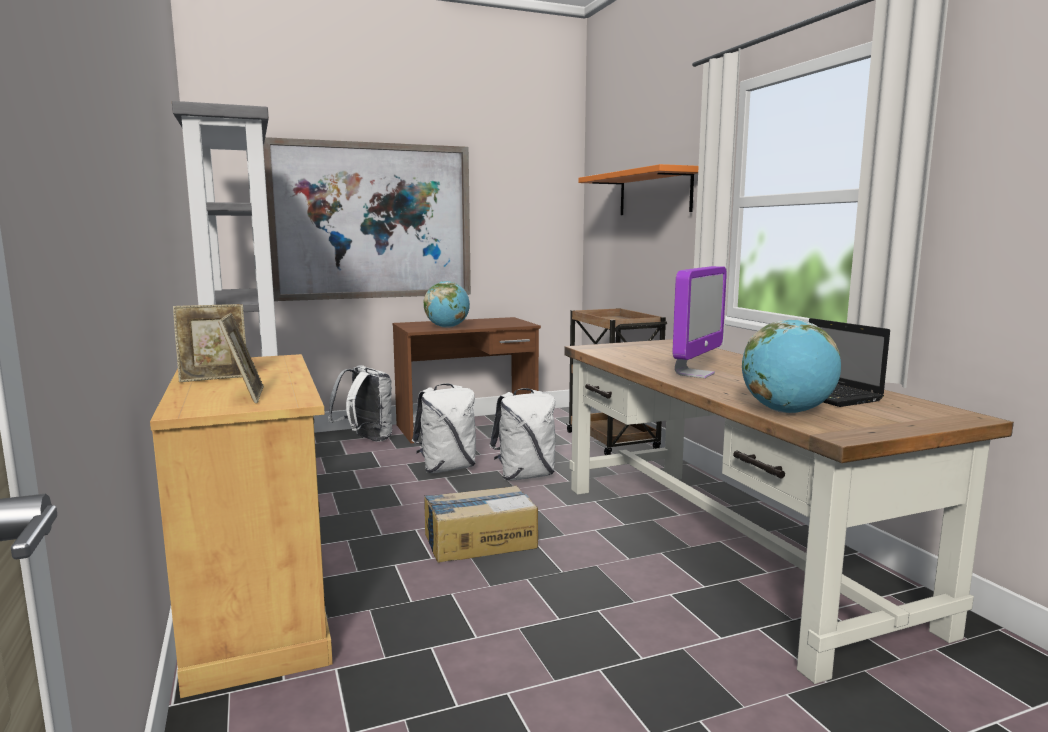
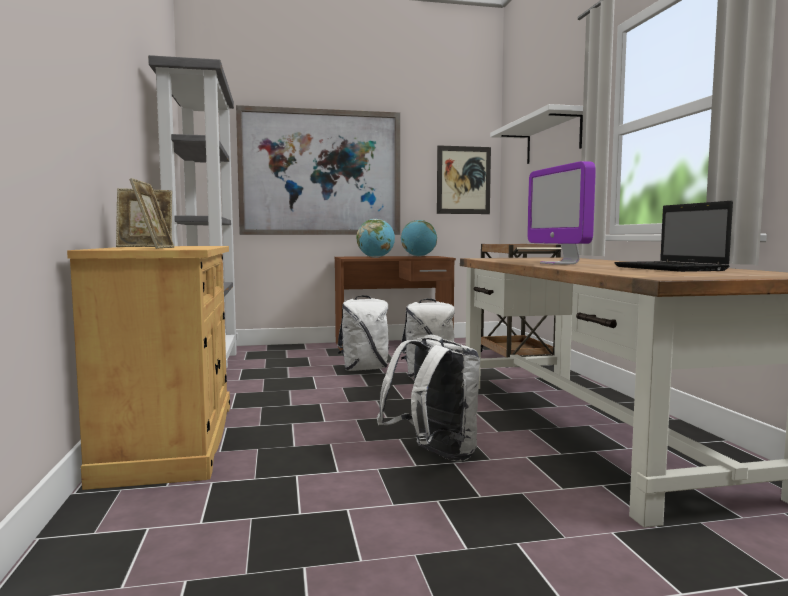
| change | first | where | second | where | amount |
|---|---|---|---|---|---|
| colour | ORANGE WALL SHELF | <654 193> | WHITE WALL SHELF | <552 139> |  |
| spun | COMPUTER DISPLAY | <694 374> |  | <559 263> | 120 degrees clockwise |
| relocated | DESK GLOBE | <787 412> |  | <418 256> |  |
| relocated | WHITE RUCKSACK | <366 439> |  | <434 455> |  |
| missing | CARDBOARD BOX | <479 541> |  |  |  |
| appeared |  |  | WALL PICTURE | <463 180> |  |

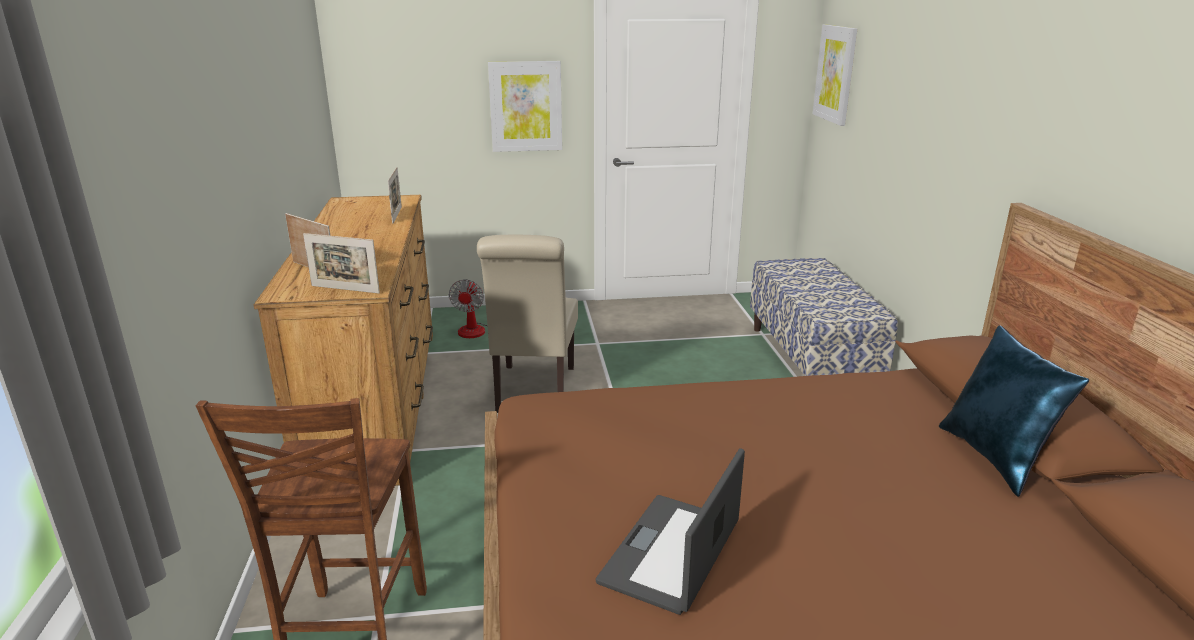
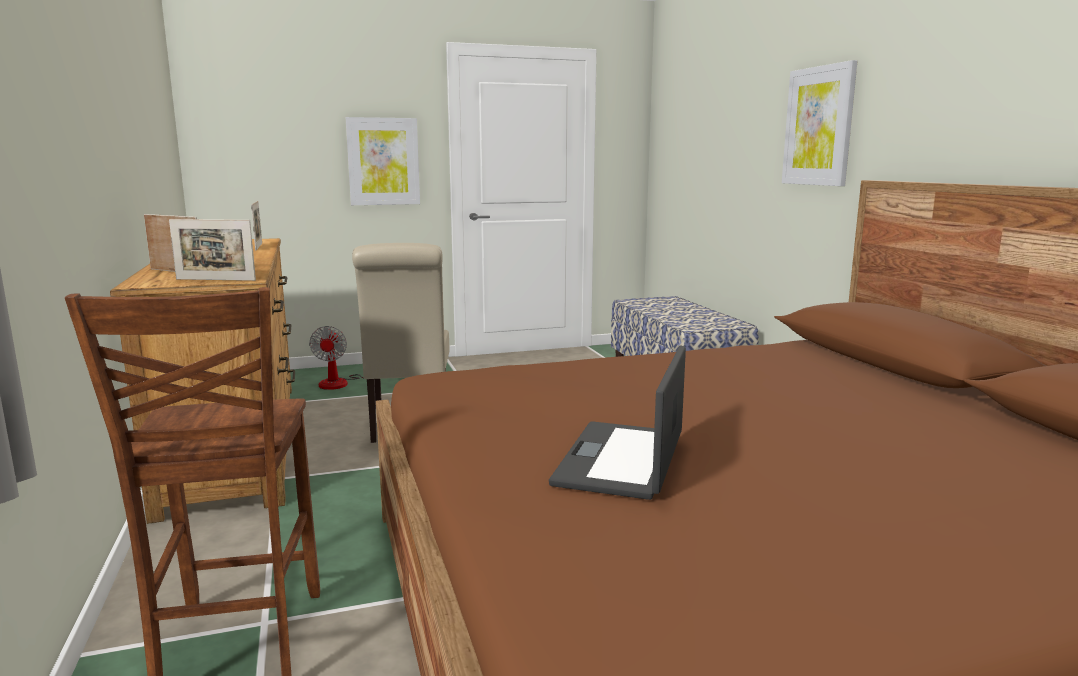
| change | first | where | second | where | amount |
|---|---|---|---|---|---|
| relocated | WALL PICTURE | <835 74> |  | <819 126> |  |
| missing | BLUE THROW PILLOW | <995 458> |  |  |  |

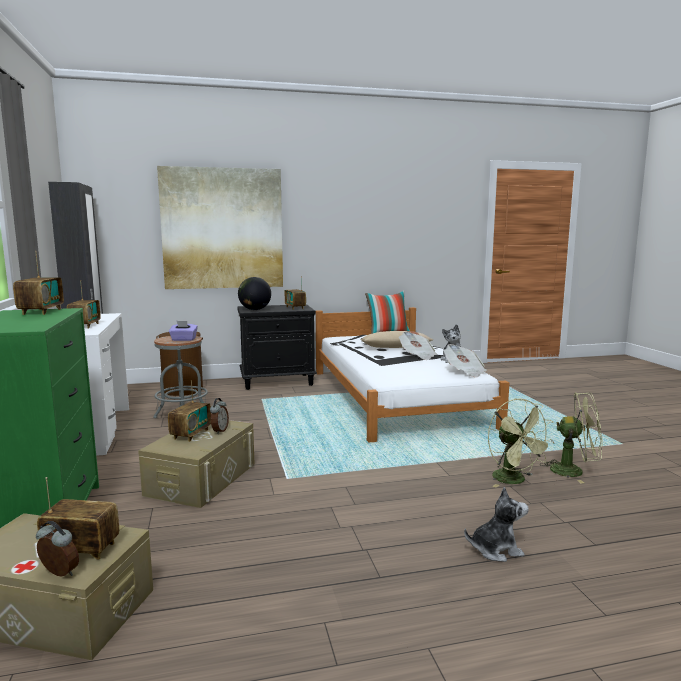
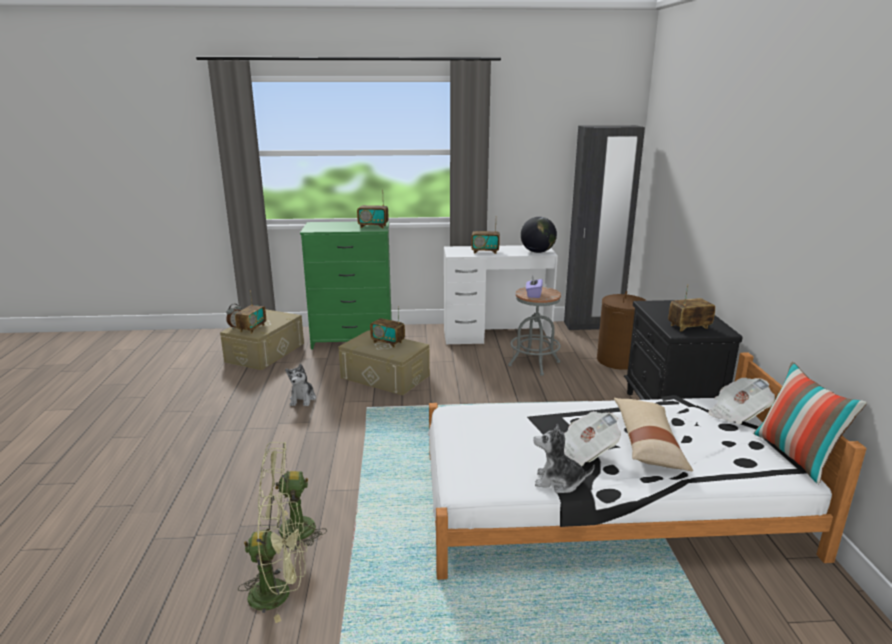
| change | first | where | second | where | amount |
|---|---|---|---|---|---|
| missing | WALL PICTURE | <222 229> |  |  |  |
| relocated | DESK GLOBE | <255 310> |  | <537 252> |  |
| relocated | NEWSPAPER | <464 372> |  | <737 414> |  |
| spun | GREEN COOLING FAN | <574 471> |  | <279 593> | 120 degrees counterclockwise |
| missing | BEDSIDE CLOCK | <219 431> |  |  |  |
| relocated | SOFT TOY | <495 550> |  | <303 399> |  |

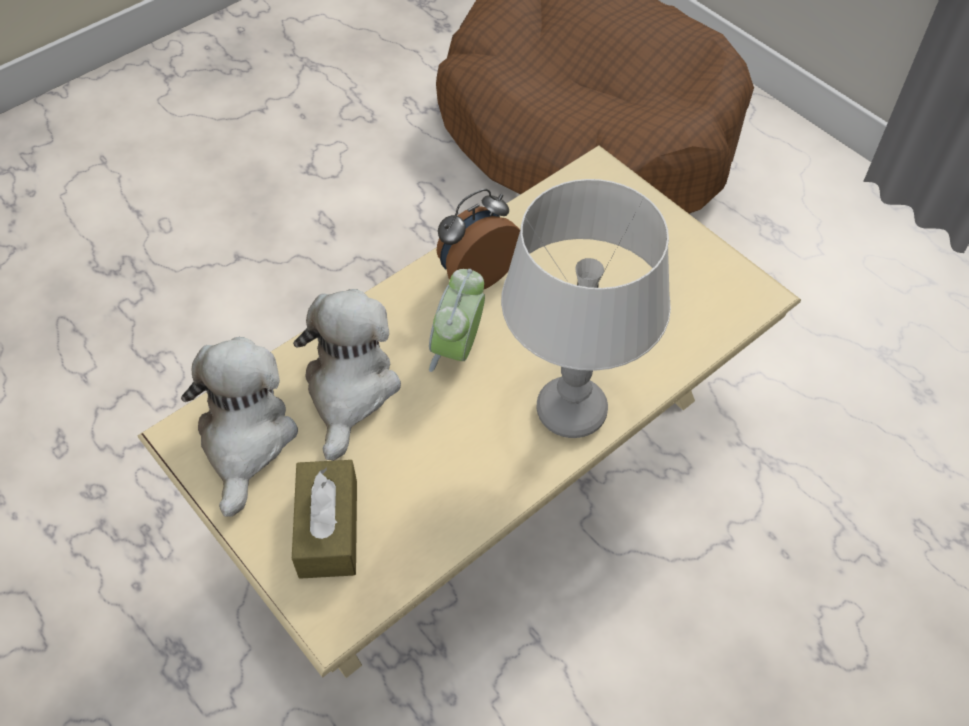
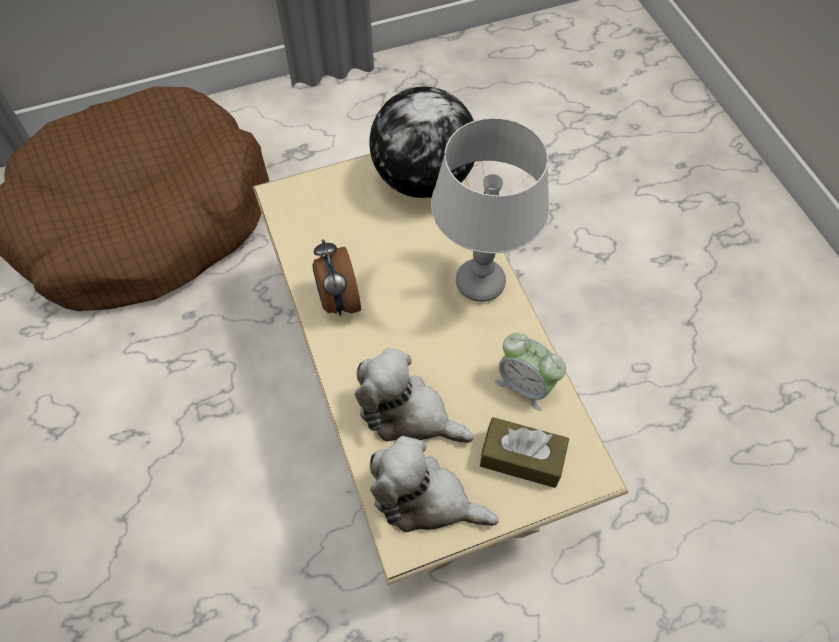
| change | first | where | second | where | amount |
|---|---|---|---|---|---|
| relocated | BEDSIDE CLOCK | <458 348> |  | <525 385> |  |
| appeared |  |  | DESK GLOBE | <424 179> |  |

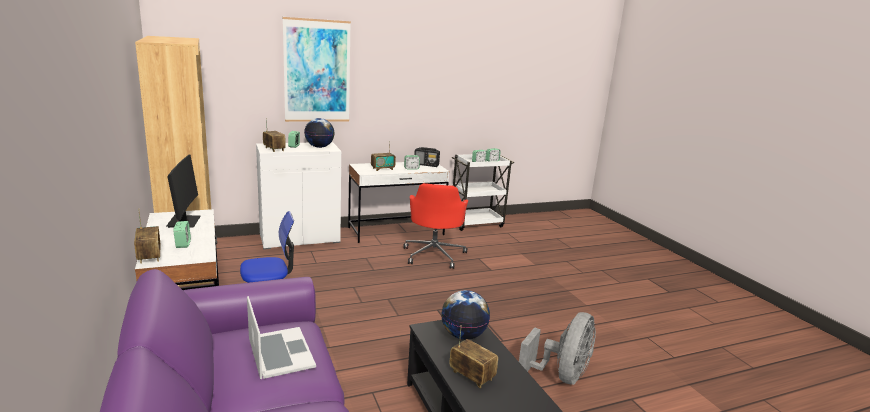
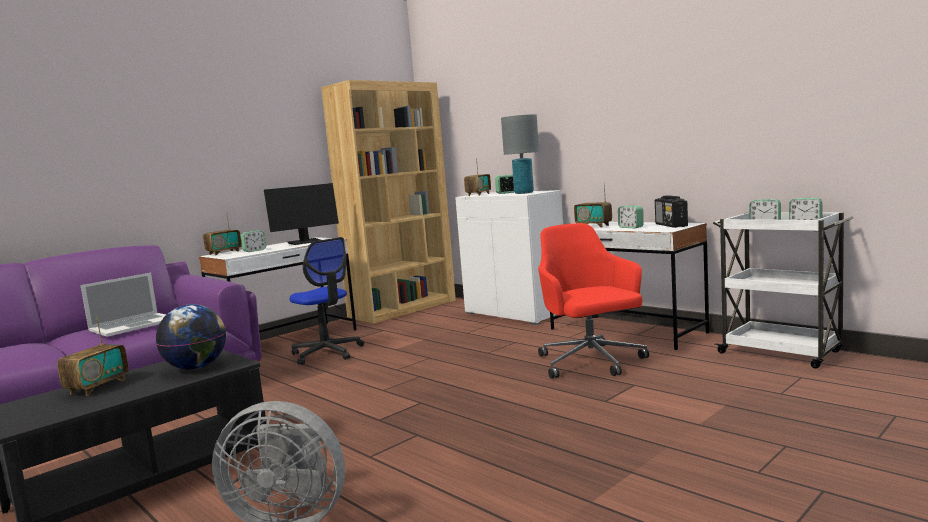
| change | first | where | second | where | amount |
|---|---|---|---|---|---|
| missing | WALL PICTURE | <317 71> |  |  |  |
| exchanged | DESK GLOBE | <319 147> | GREYISH TABLETOP LAMP | <524 193> |  |
| spun | RED-COLOURED OFFICE CHAIR | <434 254> |  | <591 362> | 90 degrees clockwise |

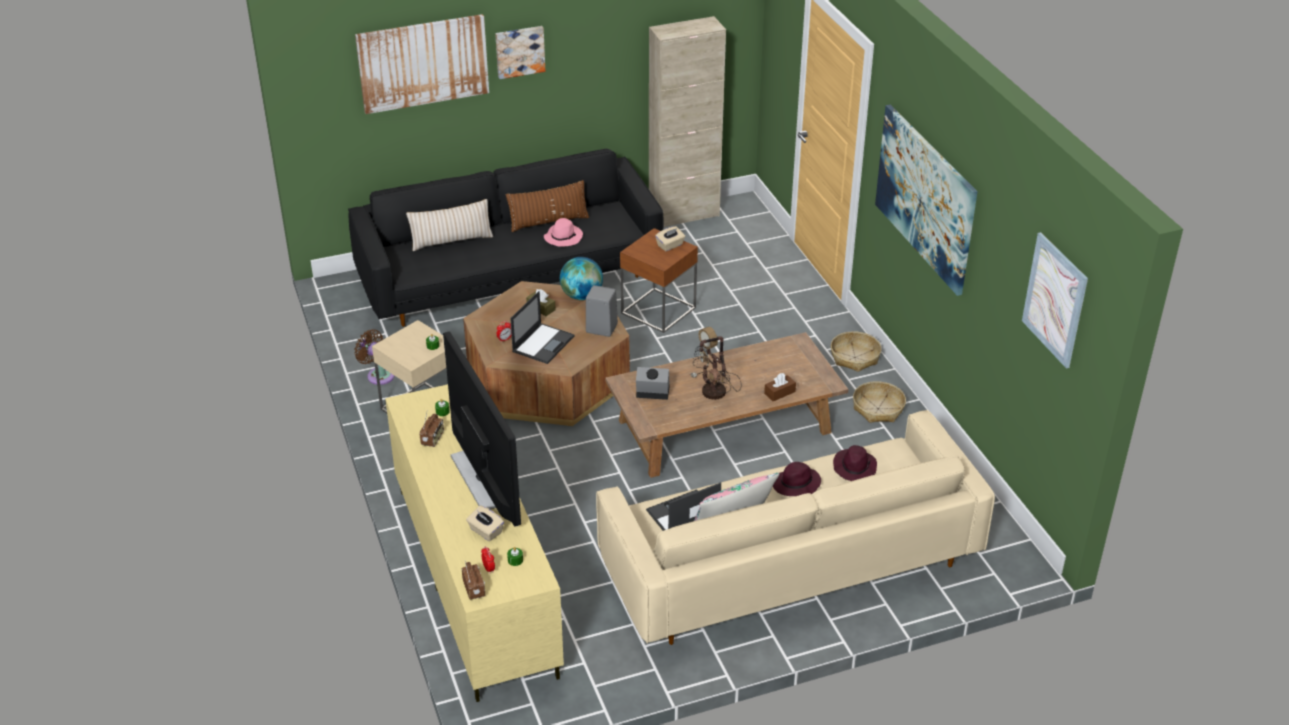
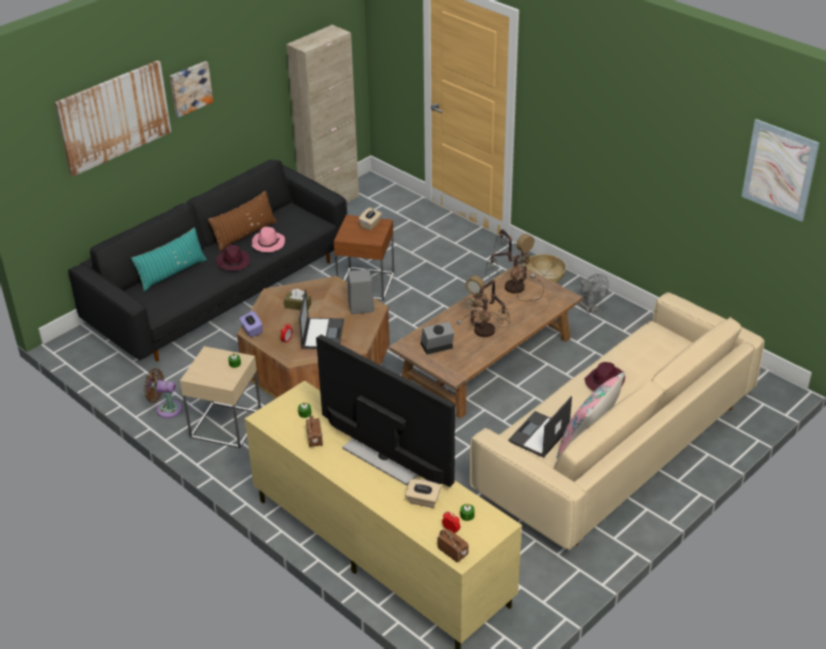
| change | first | where | second | where | amount |
|---|---|---|---|---|---|
| missing | WALL PICTURE | <925 197> |  |  |  |
| colour | SAND-COLOURED THROW PILLOW | <451 241> | TURQUOISE-COLOURED THROW PILLOW | <172 273> |  |
| missing | DESK GLOBE | <582 296> |  |  |  |
| missing | BROWNISH BOX OF TISSUES | <779 393> |  |  |  |
| exchanged | STORAGE BASKET | <878 408> | GREYISH COOLING FAN | <590 309> |  |
| relocated | PURPLE-COLOURED CLOTHING HAT | <854 467> |  | <233 262> |  |
| appeared |  |  | TABLETOP LAMP | <513 287> |  |
| appeared |  |  | PURPLE-COLOURED BOX OF TISSUES | <251 330> |  |

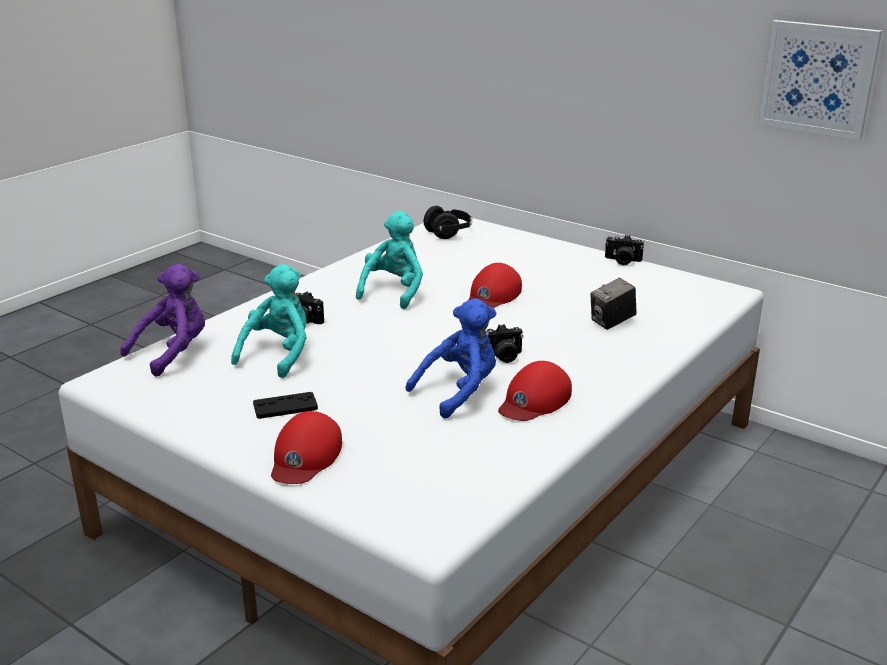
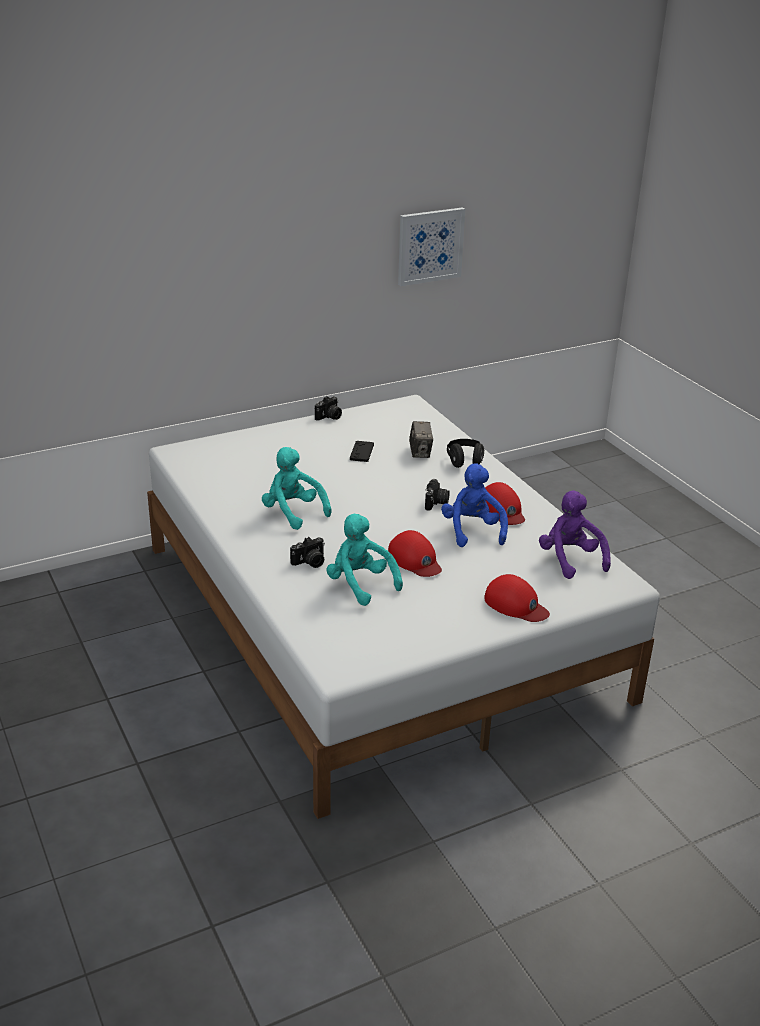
| change | first | where | second | where | amount |
|---|---|---|---|---|---|
| relocated | BLACK-COLOURED HEADSET | <448 233> |  | <465 461> |  |
| relocated | RED-COLOURED CAP | <493 295> |  | <415 560> |  |
| relocated | PURPLE-COLOURED SOFT TOY | <173 353> |  | <570 559> |  |
| relocated | BLACK-COLOURED JOYPAD | <285 406> |  | <361 452> |  |

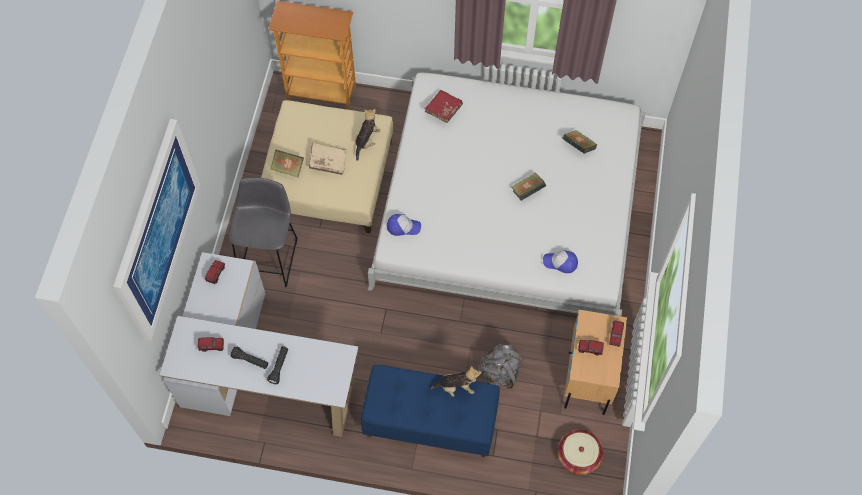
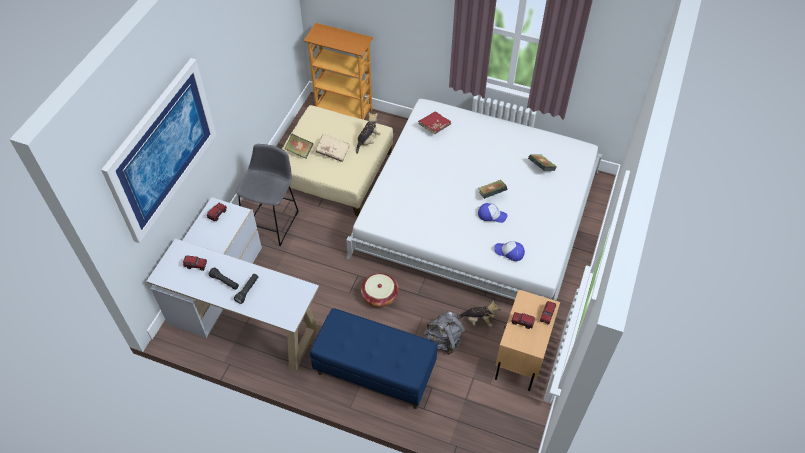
| change | first | where | second | where | amount |
|---|---|---|---|---|---|
| relocated | CAP | <403 227> |  | <491 215> |  |
| relocated | SOFT TOY | <456 387> |  | <478 320> |  |
| relocated | STORAGE BASKET | <578 456> |  | <379 295> |  |

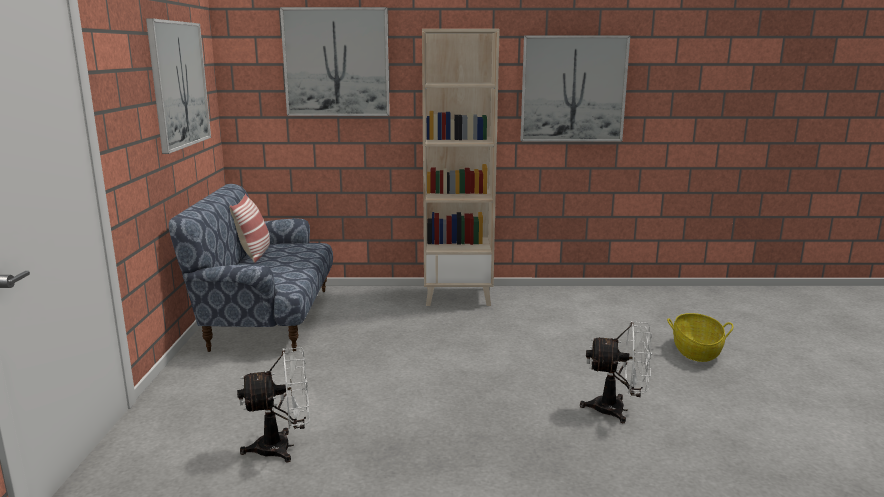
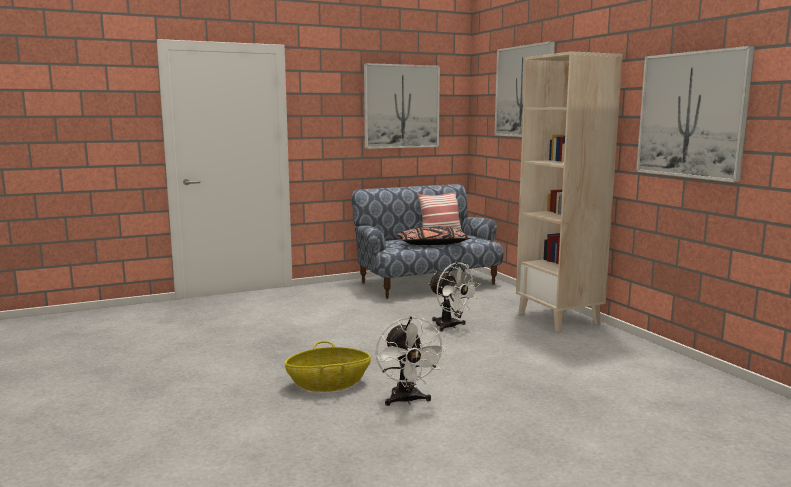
| change | first | where | second | where | amount |
|---|---|---|---|---|---|
| relocated | STORAGE BASKET | <696 351> |  | <328 384> |  |
| relocated | WHITE COOLING FAN | <283 447> |  | <450 326> |  |
| appeared |  |  | BLACK-COLOURED THROW PILLOW | <432 244> |  |

